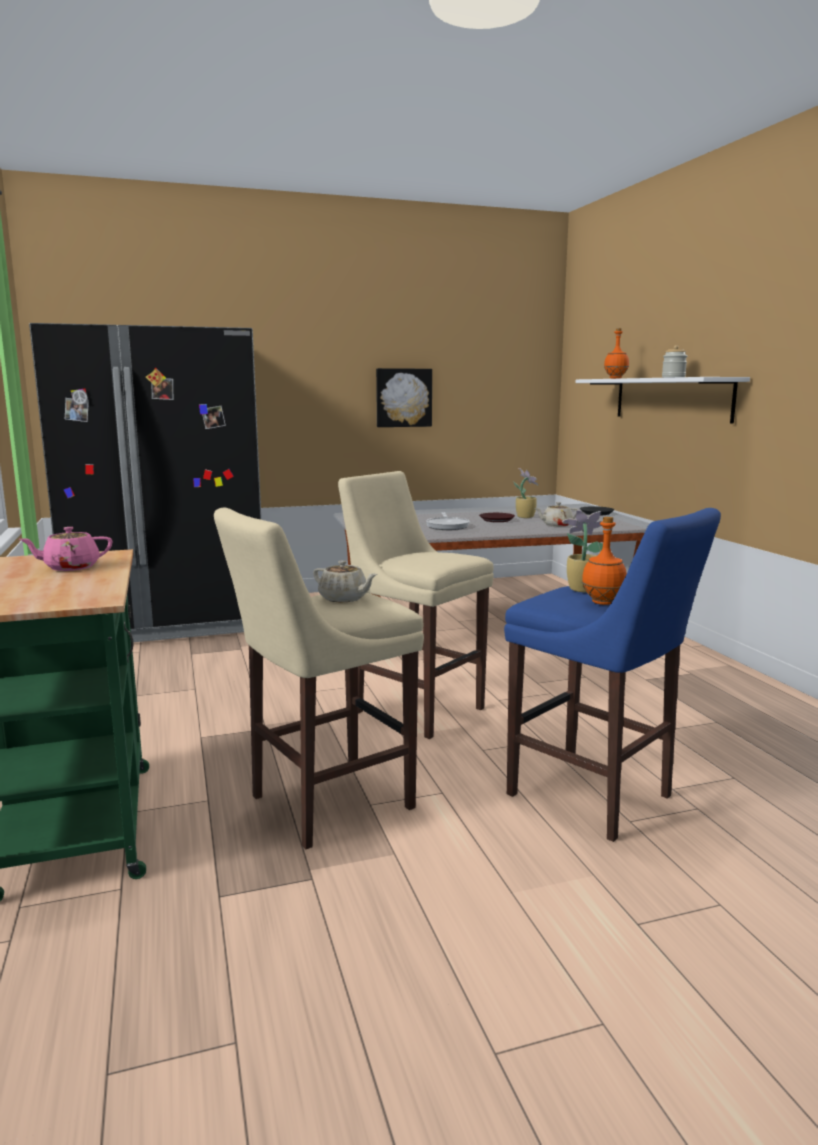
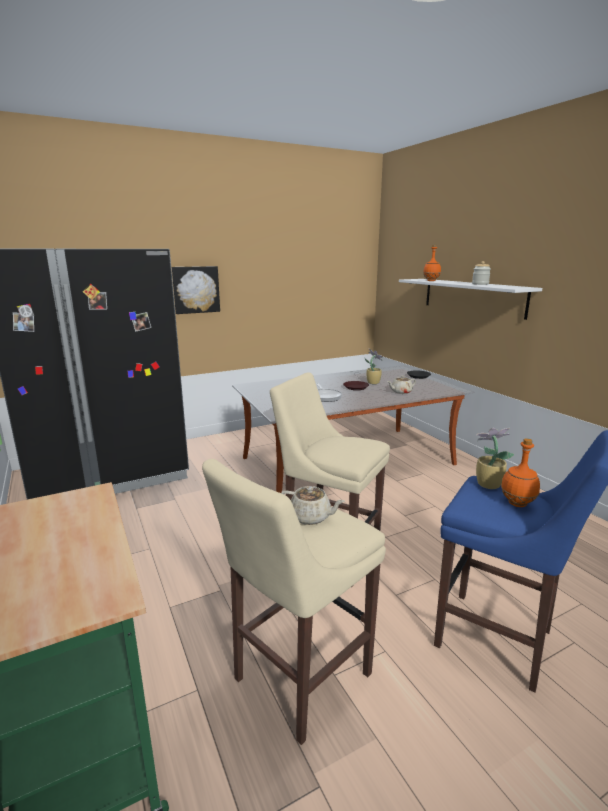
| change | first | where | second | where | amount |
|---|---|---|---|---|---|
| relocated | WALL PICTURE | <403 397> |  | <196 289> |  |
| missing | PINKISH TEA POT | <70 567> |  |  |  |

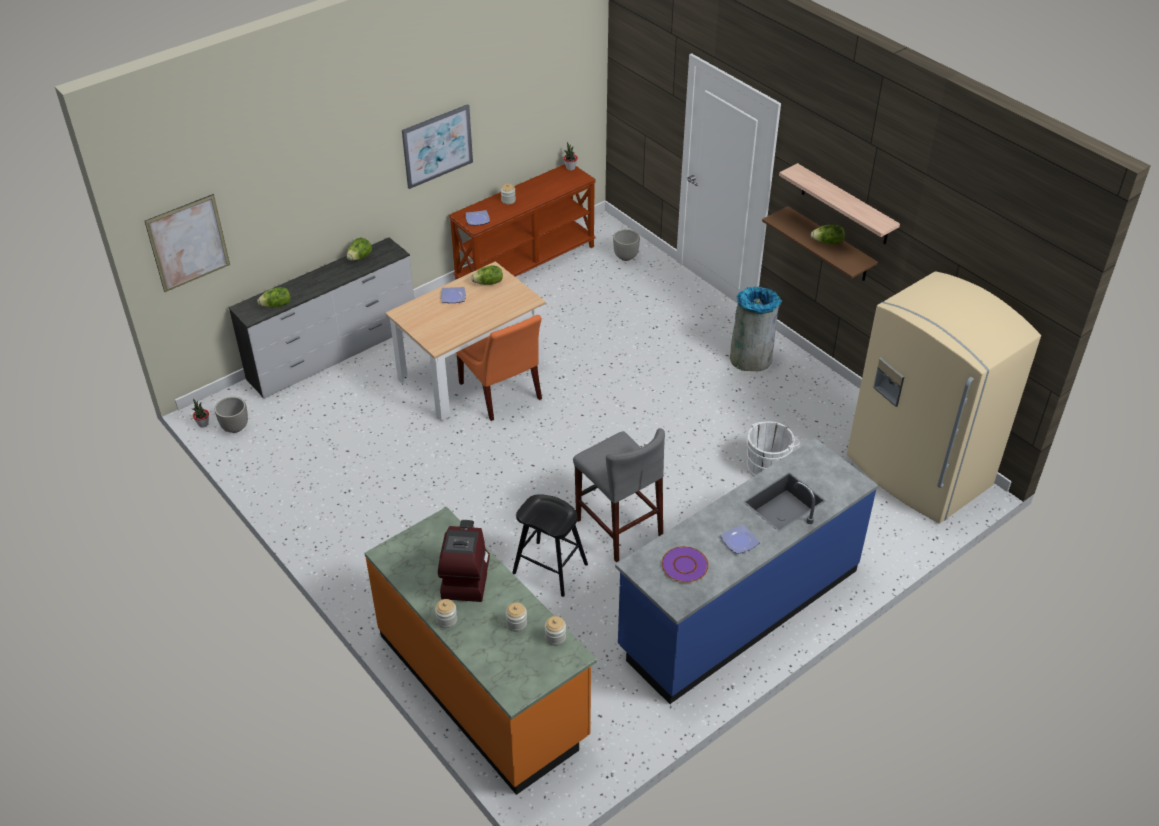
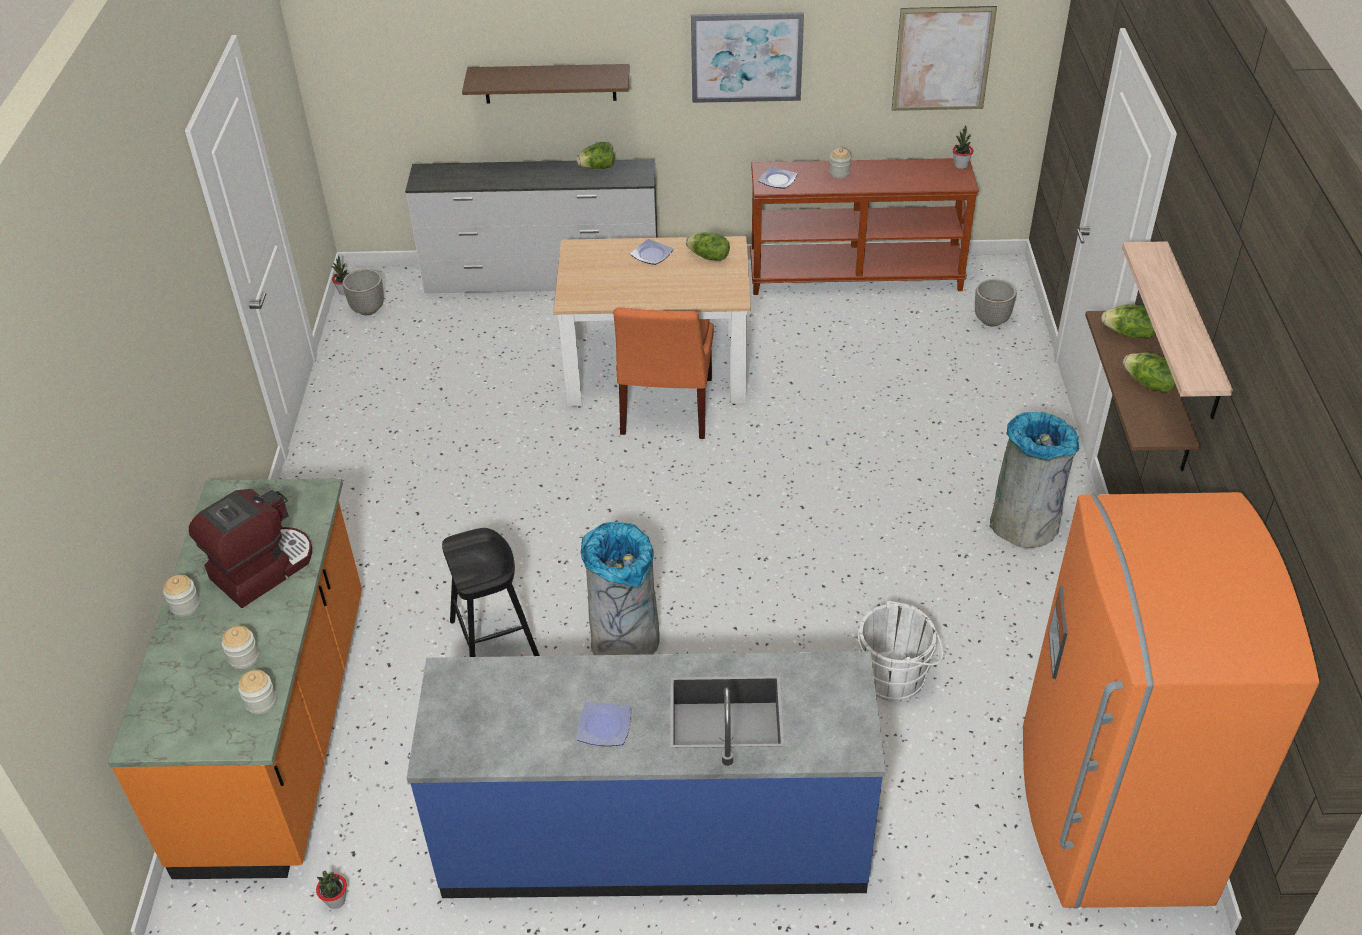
| change | first | where | second | where | amount |
|---|---|---|---|---|---|
| relocated | WALL PICTURE | <188 243> |  | <942 59> |  |
| colour | SAND-COLOURED FRIDGE | <916 473> | ORANGE FRIDGE | <1108 813> |  |
| relocated | LETTUCE HEAD | <276 305> |  | <1129 334> |  |
| exchanged | GREYISH SITTING STOOL | <619 527> | GREYISH RUBBISH BIN | <624 641> |  |
| missing | PURPLE-COLOURED FLAT DISH | <684 565> |  |  |  |
| appeared |  |  | BROWNISH WALL SHELF | <550 83> |  |
| appeared |  |  | HOUSEPLANT | <336 900> |  |

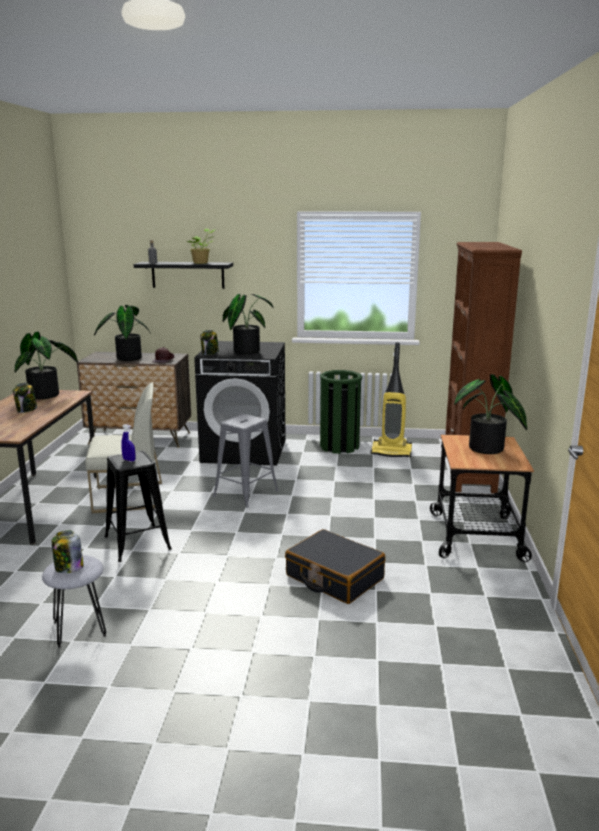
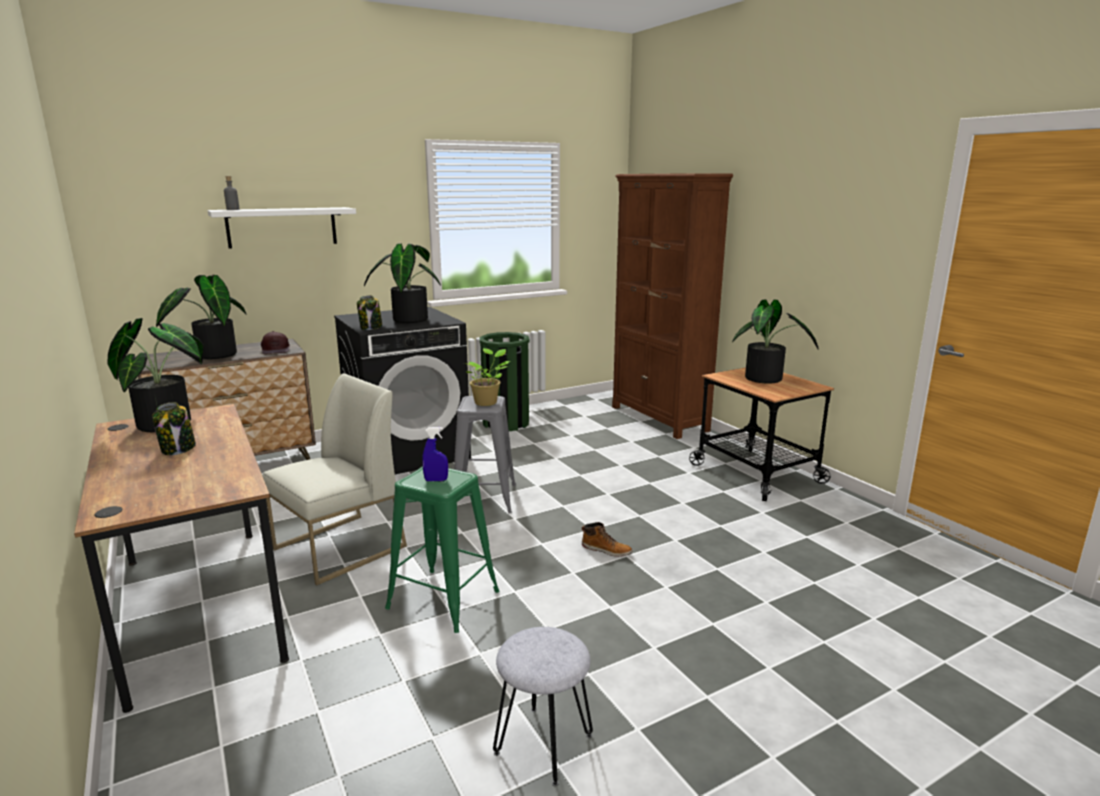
| change | first | where | second | where | amount |
|---|---|---|---|---|---|
| relocated | HOUSEPLANT | <201 263> |  | <487 402> |  |
| colour | BLACK-COLOURED WALL SHELF | <188 275> | WHITE WALL SHELF | <282 227> |  |
| missing | VACUUM CLEANER | <392 452> |  |  |  |
| colour | BLACK-COLOURED SITTING STOOL | <137 542> | GREEN SITTING STOOL | <442 599> |  |
| missing | BLACK-COLOURED PIECE OF LUGGAGE | <334 577> |  |  |  |
| missing | STORAGE JAR | <68 568> |  |  |  |
| appeared |  |  | TALL BOOT | <606 550> |  |

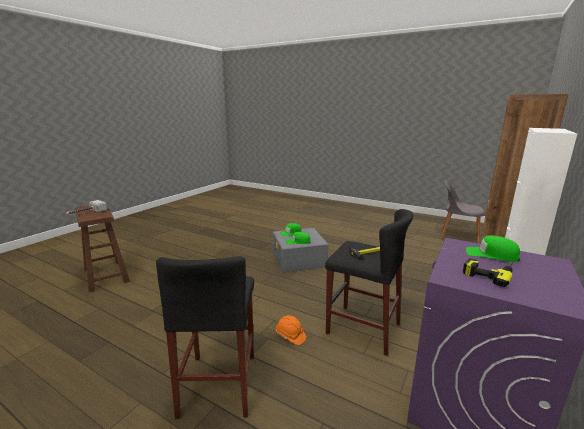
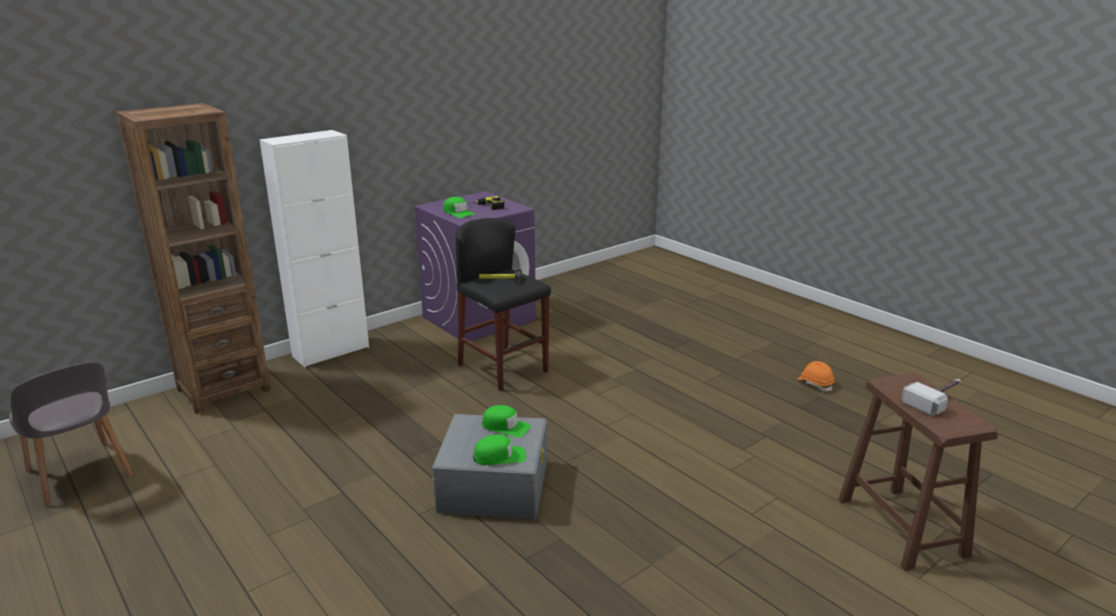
| change | first | where | second | where | amount |
|---|---|---|---|---|---|
| missing | BLACK-COLOURED SITTING STOOL | <219 384> |  |  |  |
| relocated | ORANGE SAFETY HELMET | <290 336> |  | <815 384> |  |

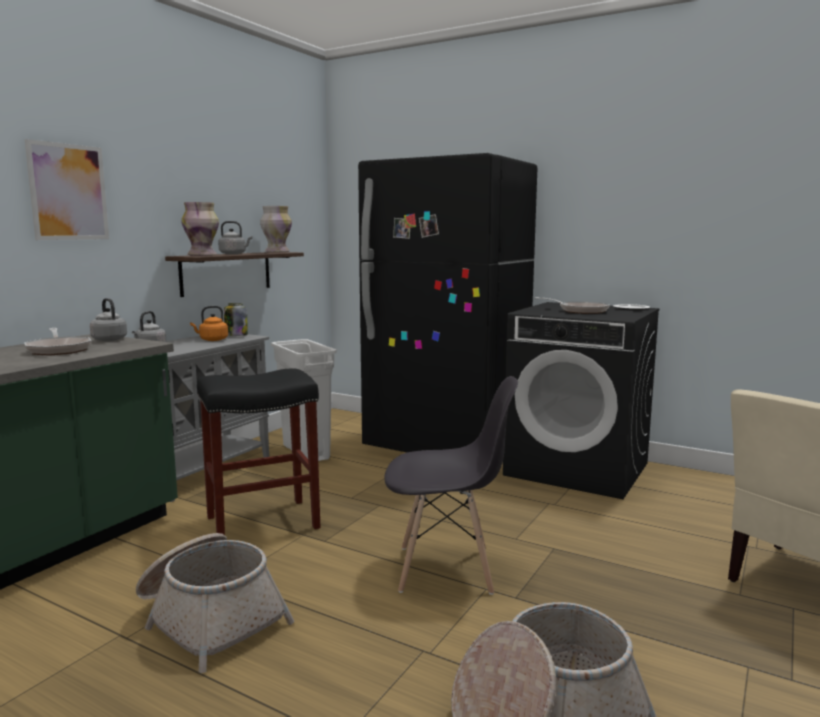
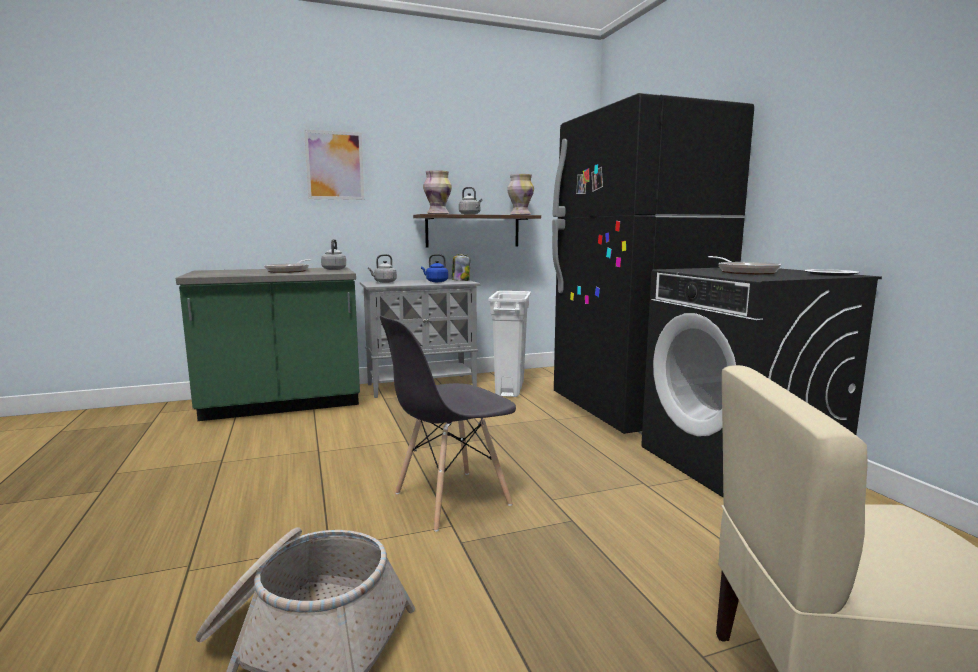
| change | first | where | second | where | amount |
|---|---|---|---|---|---|
| colour | ORANGE TEA KETTLE | <212 340> | BLUE TEA KETTLE | <435 281> |  |
| missing | BLACK-COLOURED SITTING STOOL | <264 521> |  |  |  |
| spun | GREYISH CHAIR | <446 569> |  | <451 499> | 105 degrees clockwise |
| missing | STORAGE BASKET | <210 618> |  |  |  |

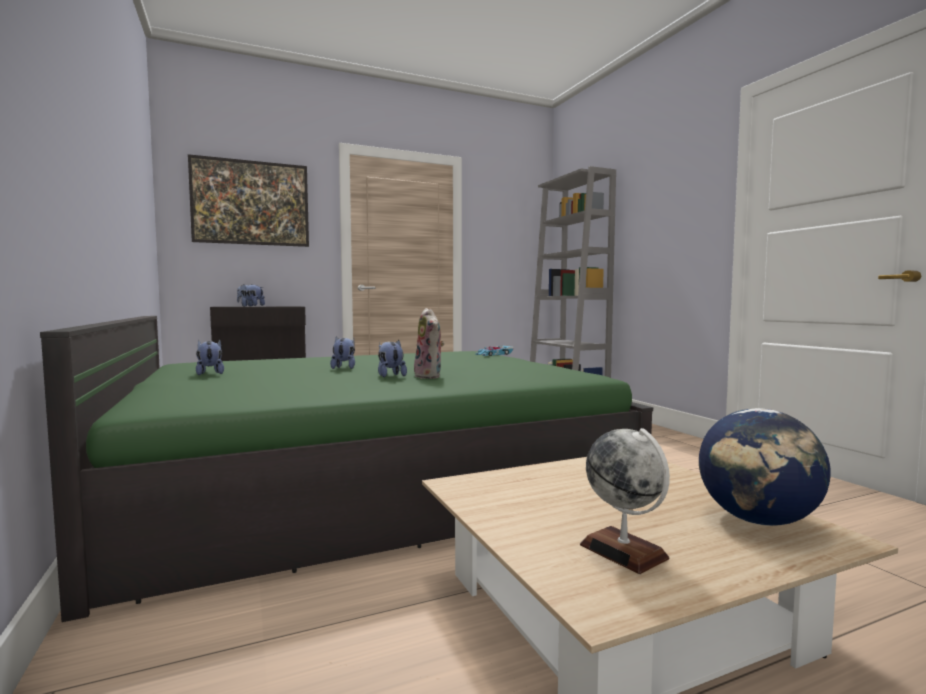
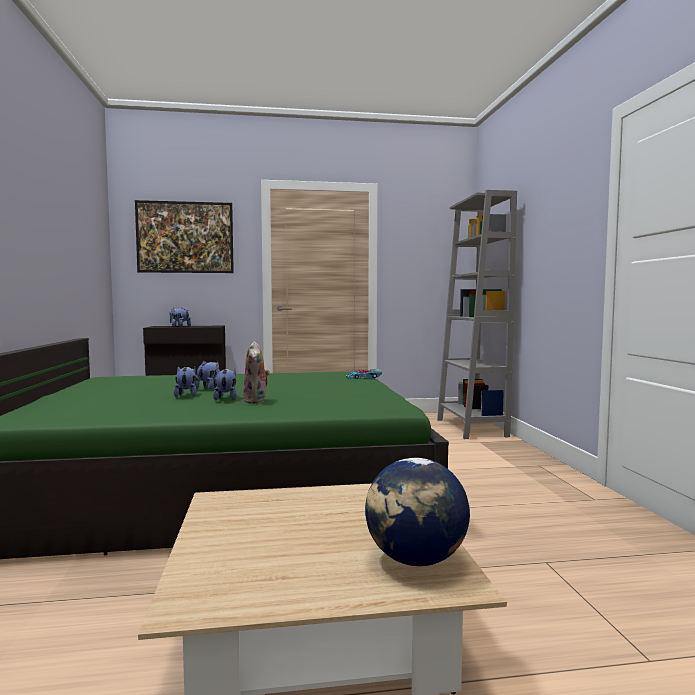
| change | first | where | second | where | amount |
|---|---|---|---|---|---|
| relocated | SOFT TOY | <210 374> |  | <186 395> |  |
| missing | DESK GLOBE | <623 551> |  |  |  |

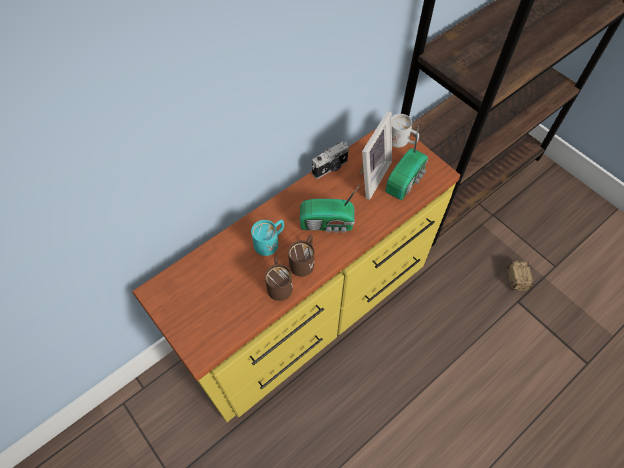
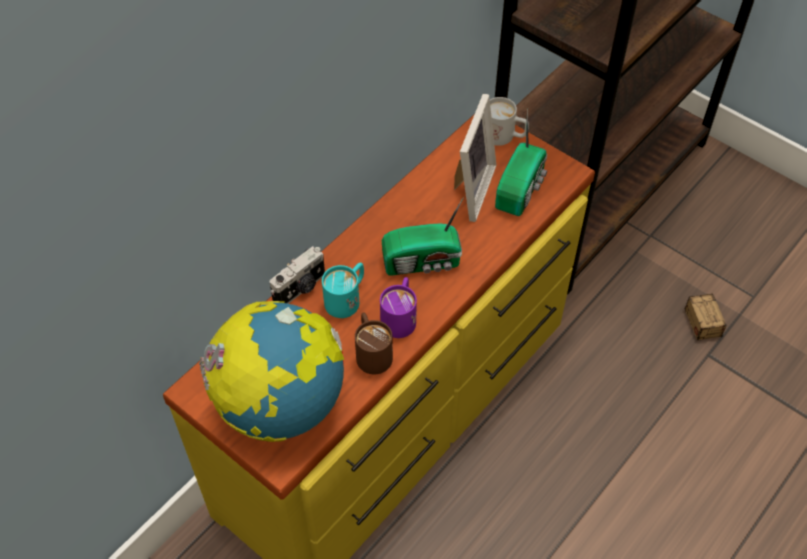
| change | first | where | second | where | amount |
|---|---|---|---|---|---|
| relocated | PHOTO CAMERA | <330 168> |  | <301 289> |  |
| colour | BROWNISH MUG | <304 260> | PURPLE-COLOURED MUG | <400 316> |  |
| appeared |  |  | DESK GLOBE | <281 404> |  |

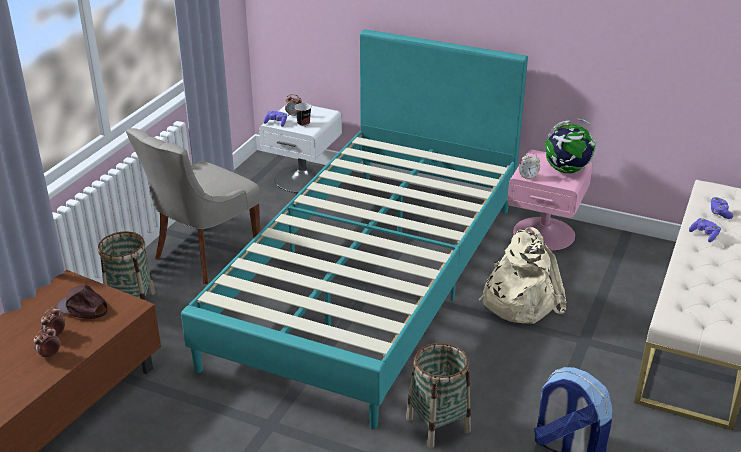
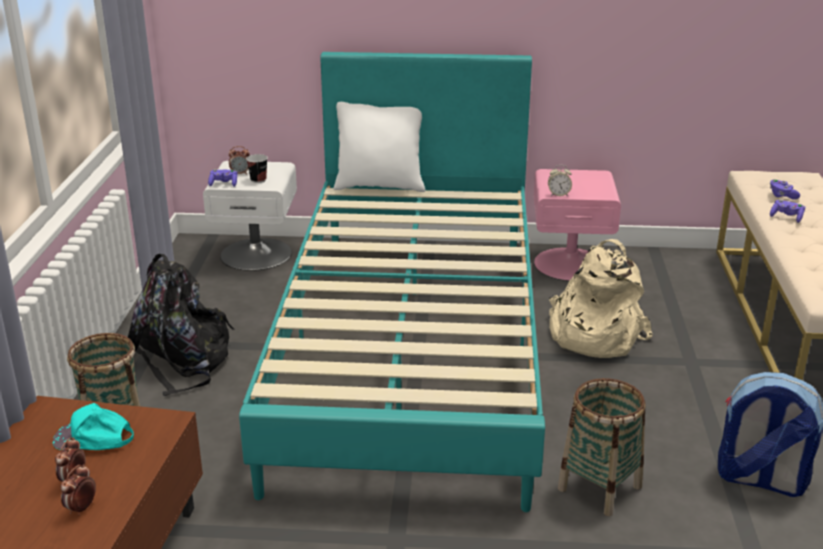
| change | first | where | second | where | amount |
|---|---|---|---|---|---|
| missing | DESK GLOBE | <566 170> |  |  |  |
| exchanged | GREYISH CHAIR | <204 255> | BLACK-COLOURED RUCKSACK | <182 359> |  |
| colour | BROWNISH CAP | <82 308> | TURQUOISE-COLOURED CAP | <94 438> |  |
| appeared |  |  | WHITE THROW PILLOW | <380 186> |  |

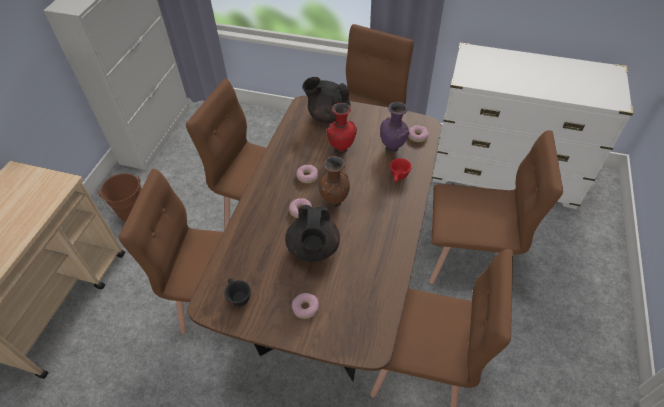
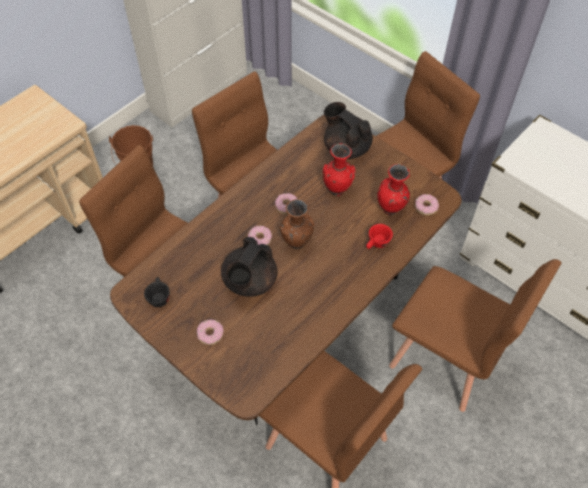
| change | first | where | second | where | amount |
|---|---|---|---|---|---|
| colour | PURPLE-COLOURED VASE | <393 148> | RED-COLOURED VASE | <391 210> |  |

